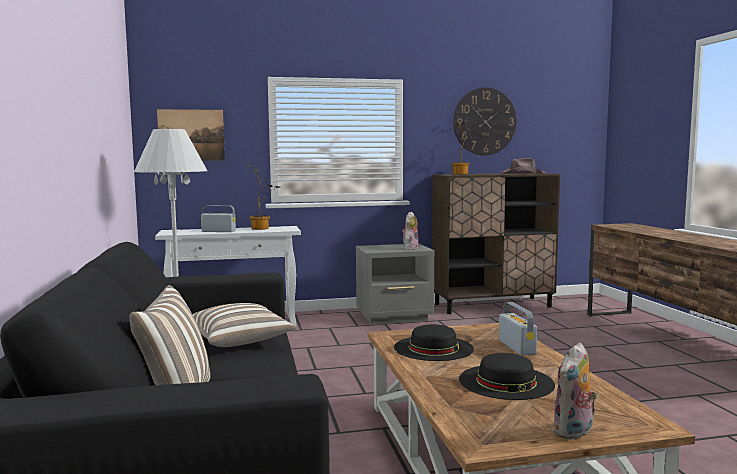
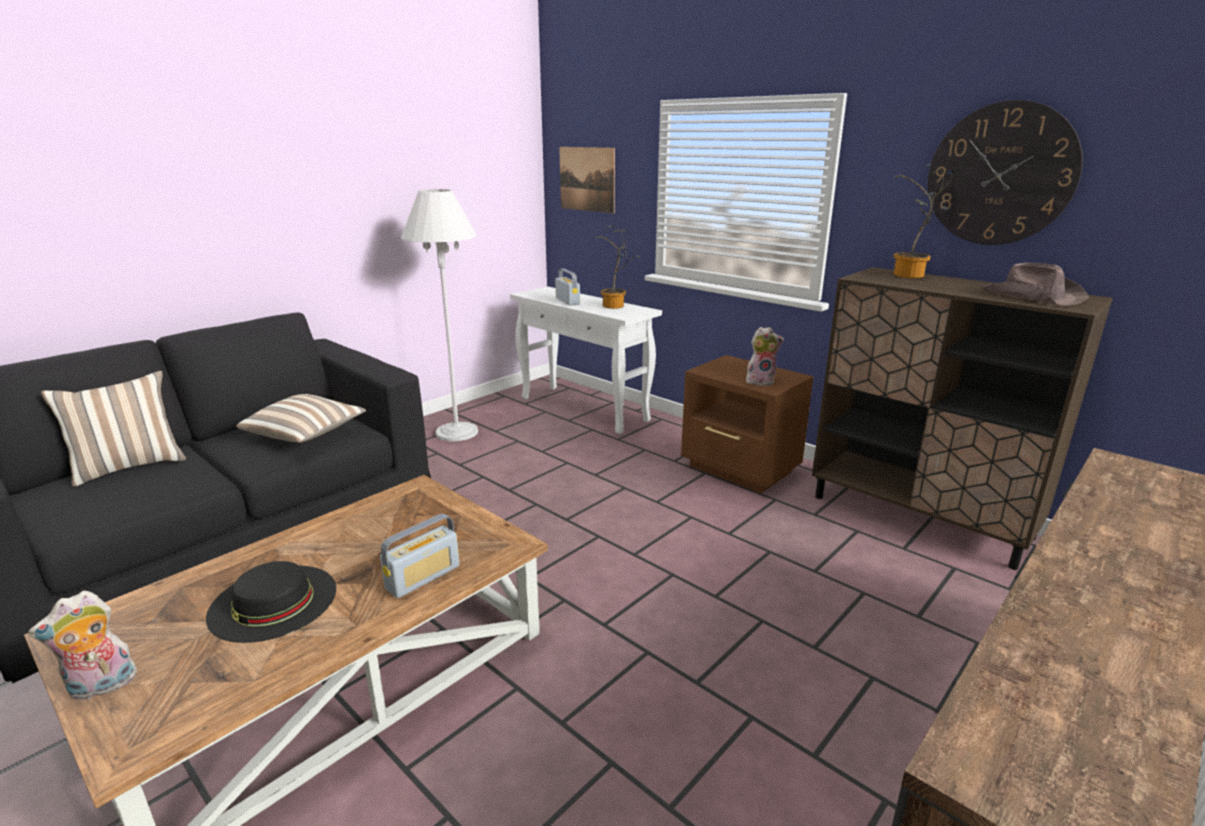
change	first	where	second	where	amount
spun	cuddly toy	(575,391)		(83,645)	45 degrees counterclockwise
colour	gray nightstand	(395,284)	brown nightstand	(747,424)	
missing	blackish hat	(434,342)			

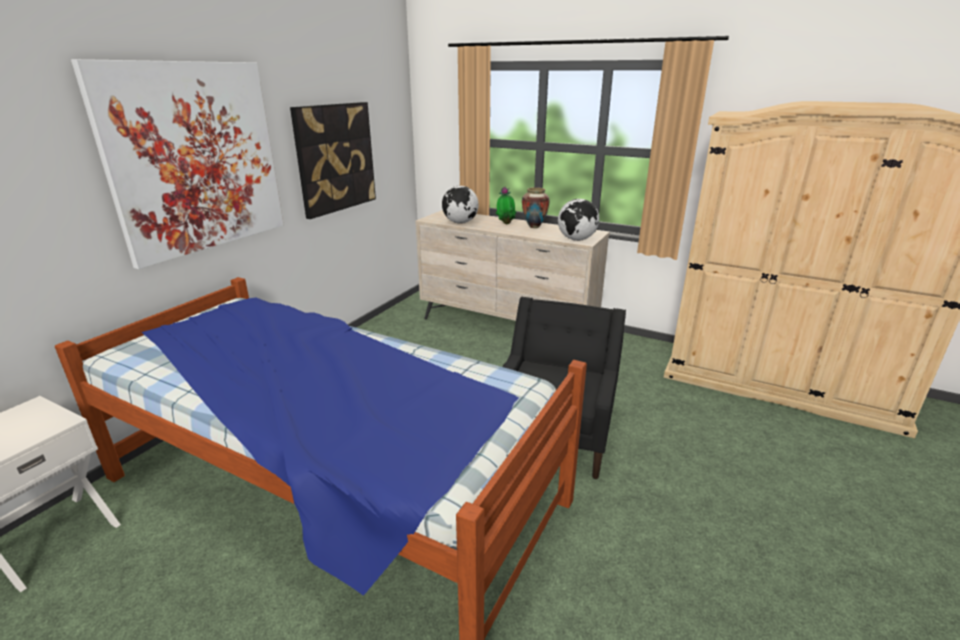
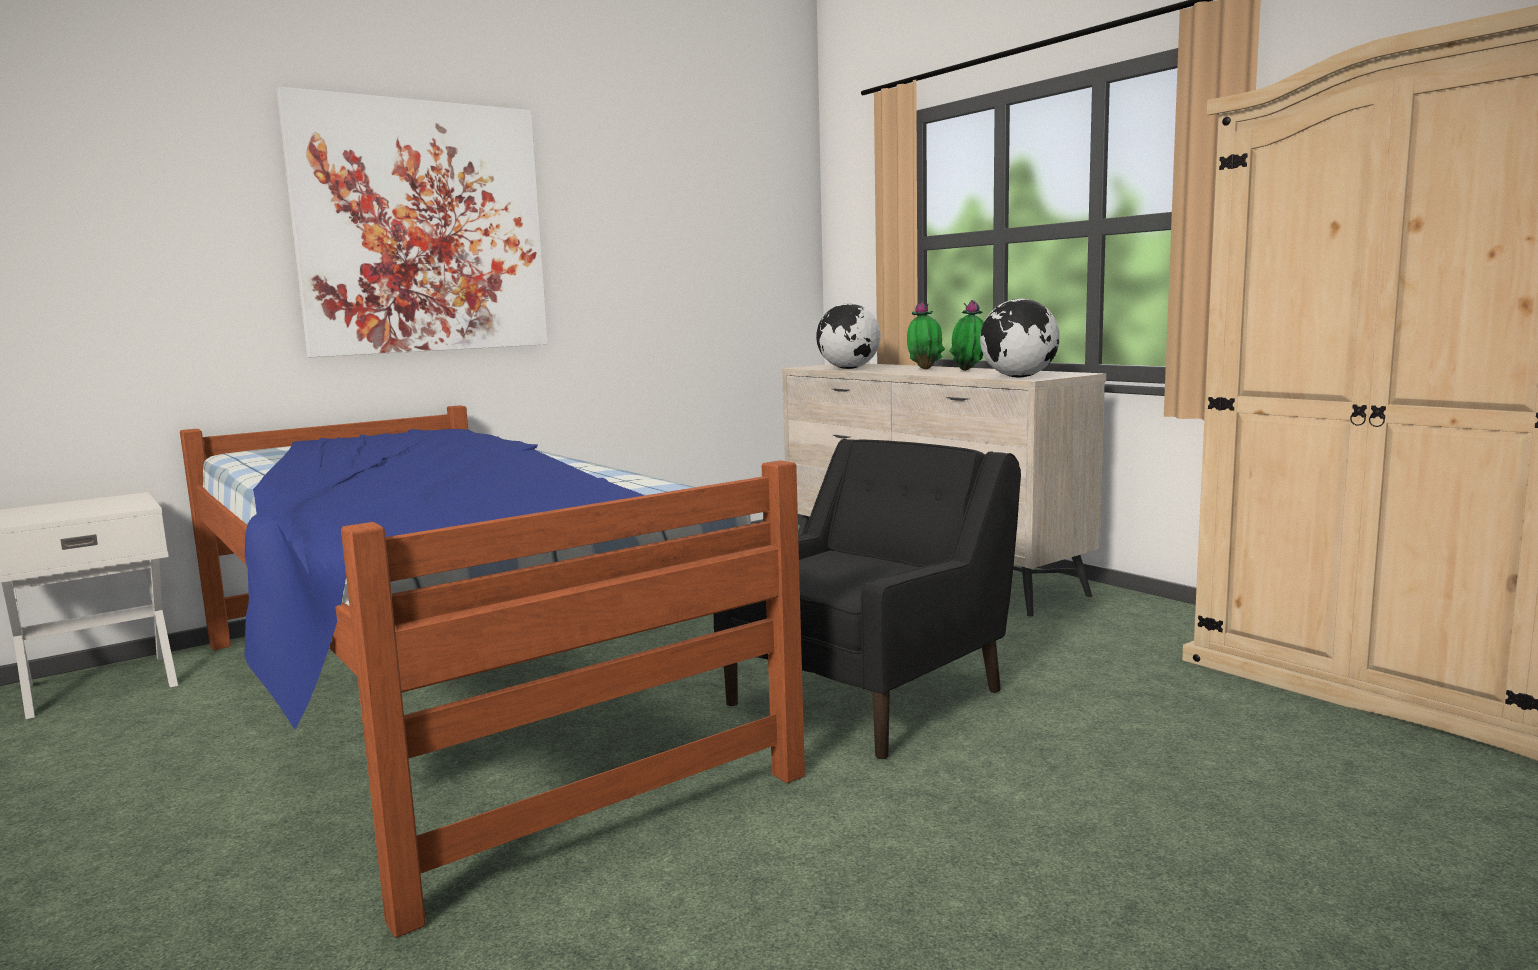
change	first	where	second	where	amount
exchanged	flower vase	(536,207)	potted plant	(967,335)	
missing	picture	(333,160)			

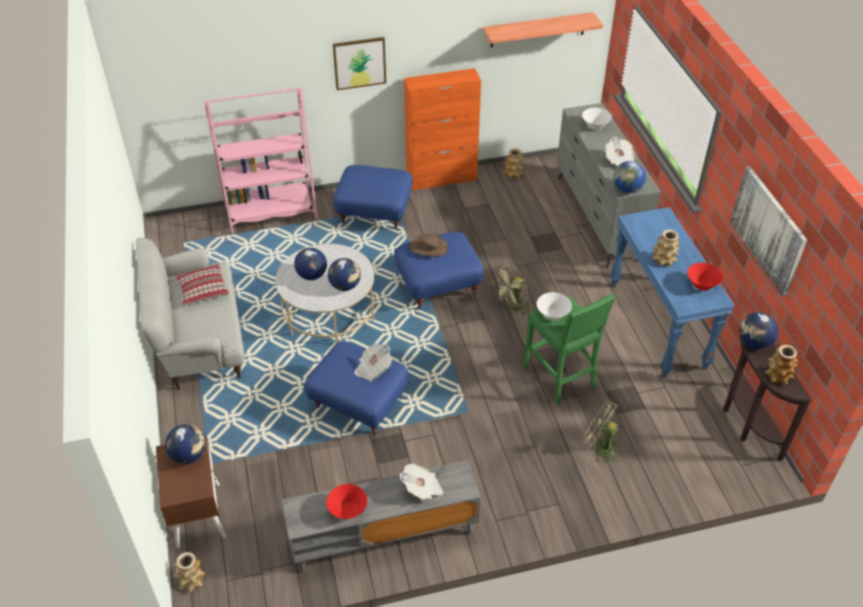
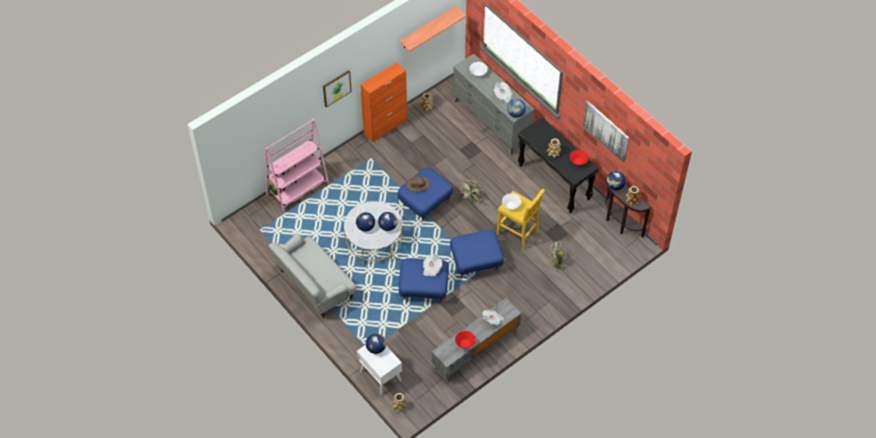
change	first	where	second	where	amount
colour	brown nightstand	(191,492)	white nightstand	(379,370)	
relocated	blue pouffe	(372,197)		(477,253)	
colour	green-coloured sitting stool	(569,349)	yellowish sitting stool	(521,219)	
colour	blue hall table	(672,292)	blackish hall table	(558,165)	
missing	cushion	(202,285)			

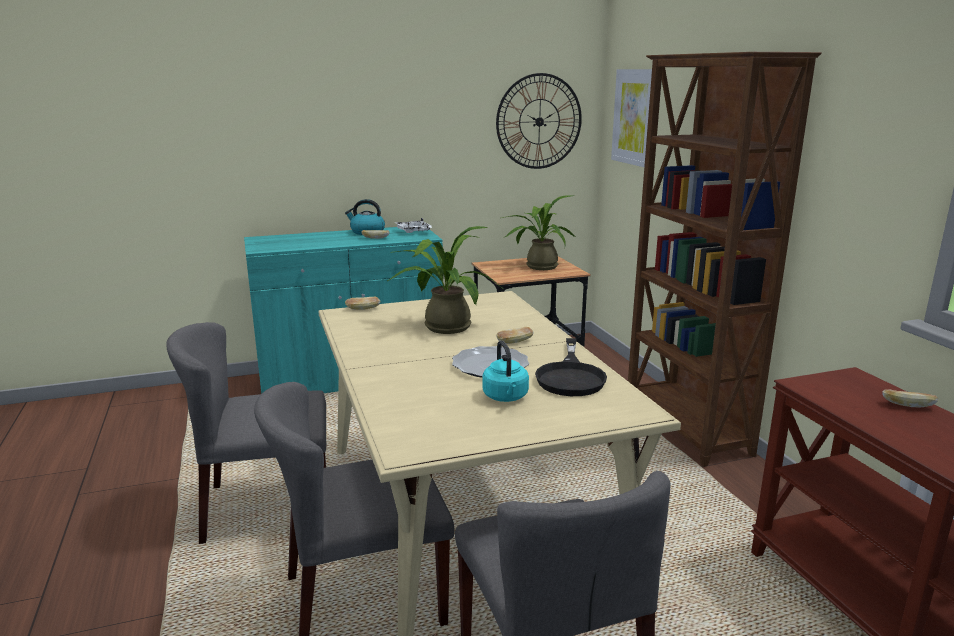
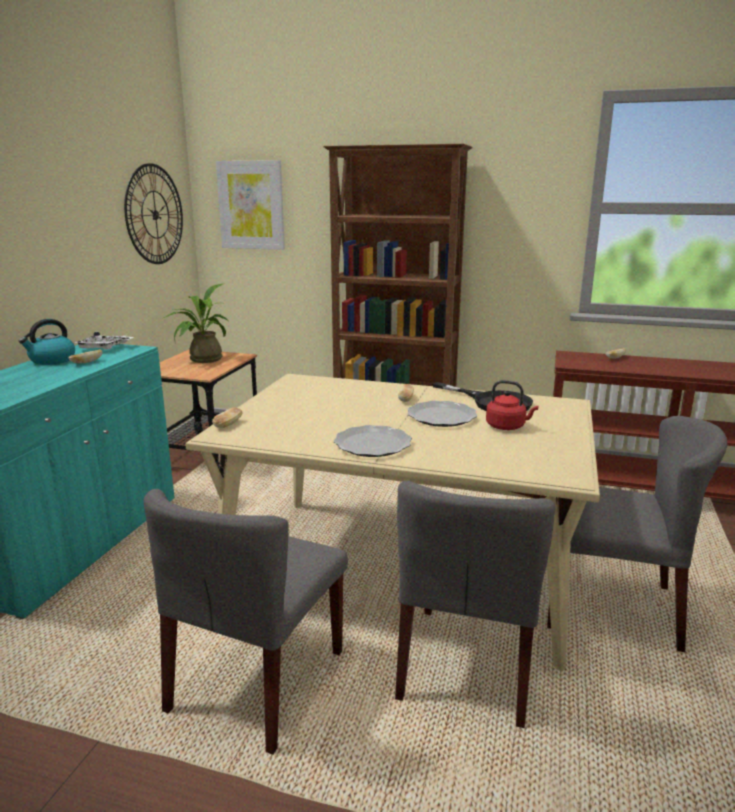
change	first	where	second	where	amount
appeared			flat dish	(373,441)	
colour	turquoise-coloured water kettle	(505,371)	red water kettle	(512,405)	
missing	potted plant	(444,280)			

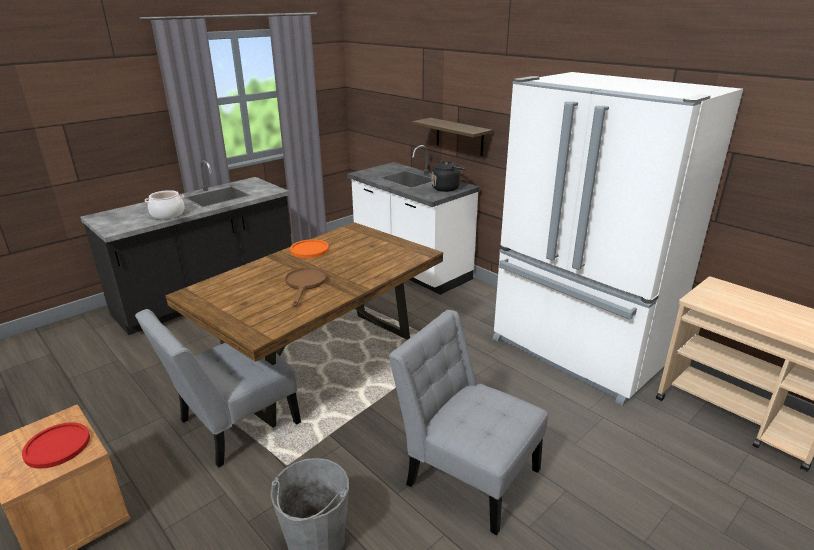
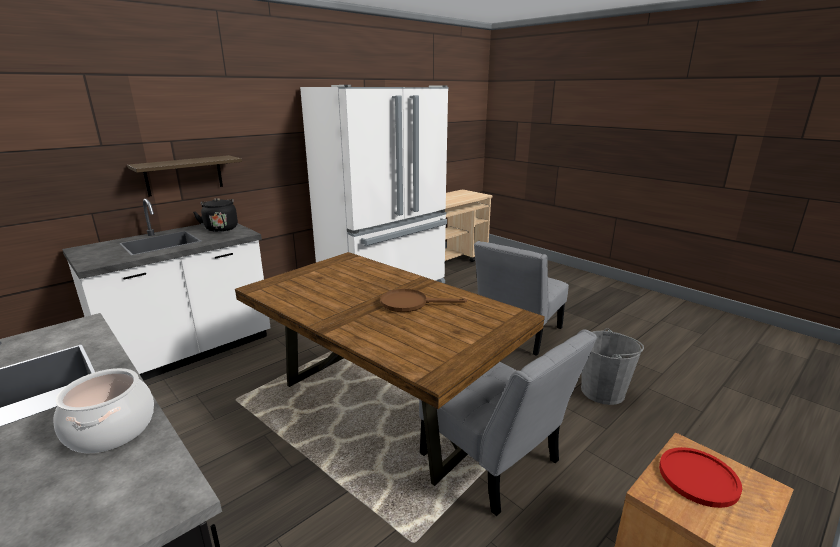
change	first	where	second	where	amount
missing	orangey flat dish	(309,248)			

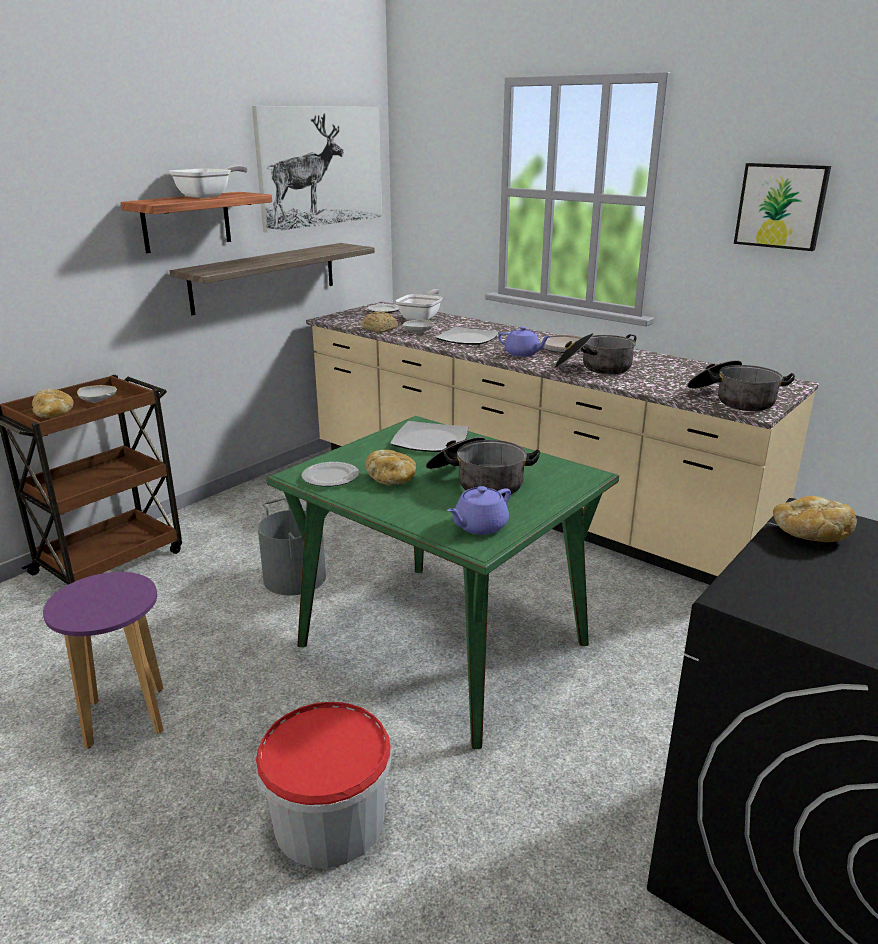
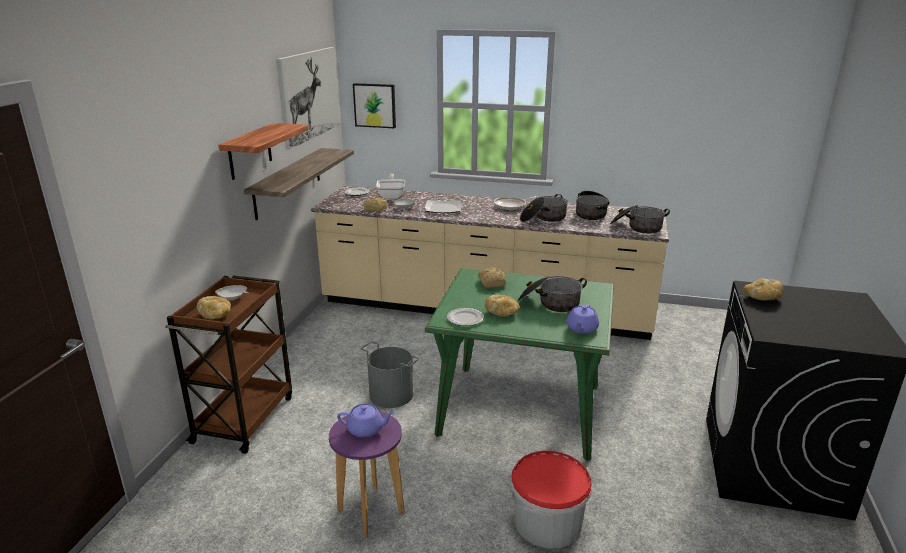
change	first	where	second	where	amount
relocated	purple tea pot	(524,342)		(366,421)	
relocated	picture	(782,207)		(374,105)	
exchanged	flat dish	(429,436)	bread	(492,277)	
appeared			cooking pot	(593,205)	
missing	frying pan	(208,182)			

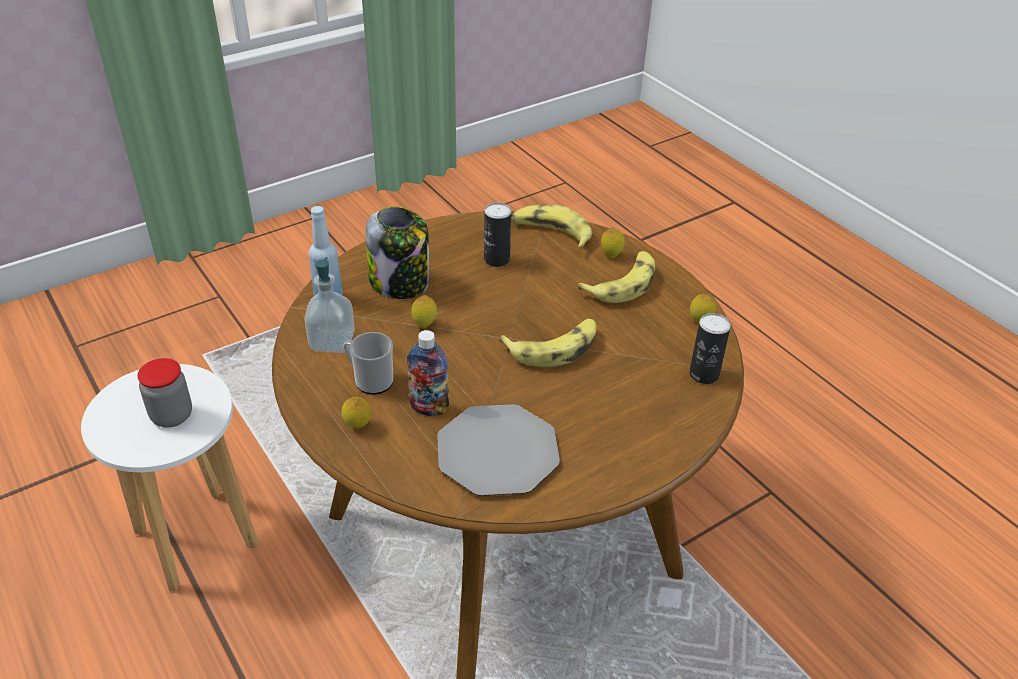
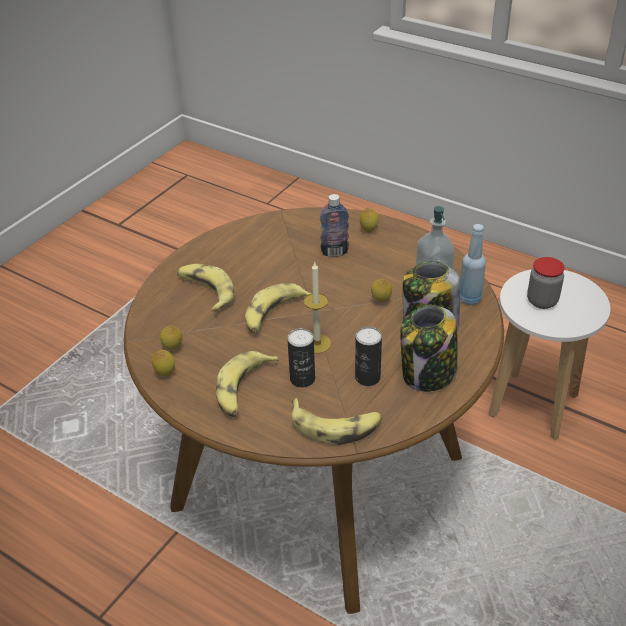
change	first	where	second	where	amount
relocated	whole lemon	(613,242)		(171,338)	
appeared			banana fruit	(206,288)	
relocated	sealed can	(710,348)		(301,358)	
appeared			wax candle	(317,308)	
appeared			preserve jar	(429,348)	
missing	mug	(368,363)			
missing	flat dish	(498,450)			

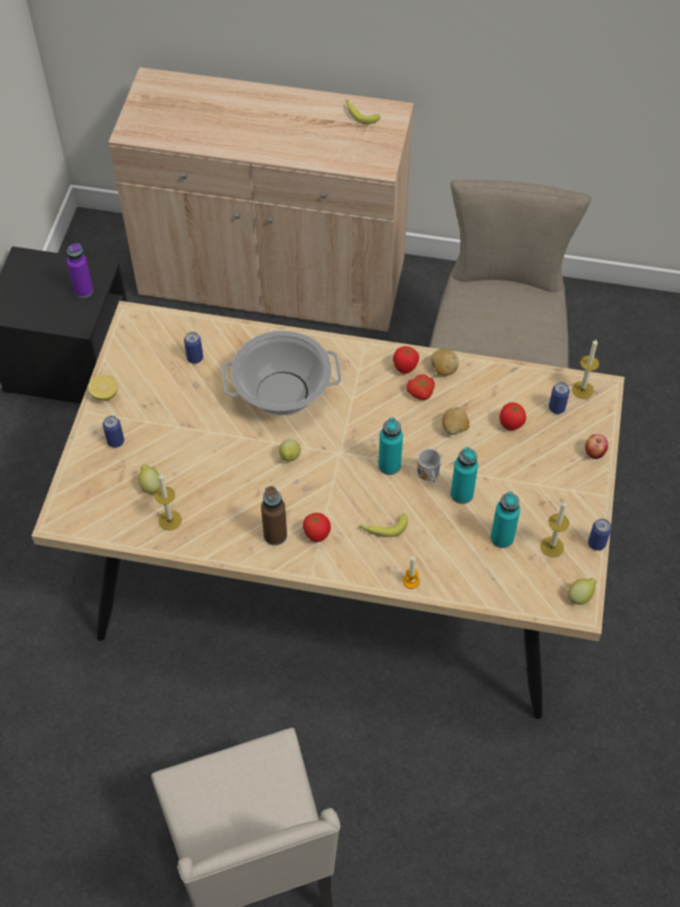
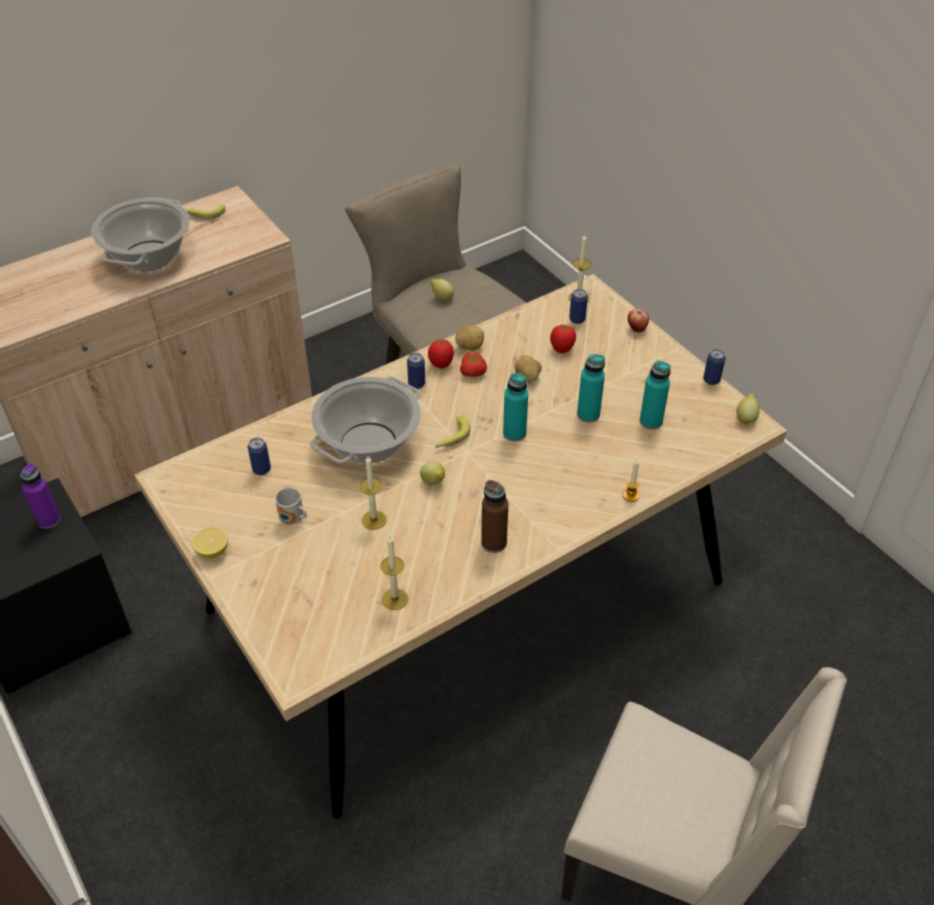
change	first	where	second	where	amount
appeared			cooking pot	(140,234)	
relocated	mug	(429,465)		(291,506)	
relocated	wax candle	(554,529)		(373,493)	
relocated	sealed can	(113,431)		(416,371)	
relocated	whole lemon	(149,479)		(442,290)	
relocated	banana fruit	(383,525)		(452,432)	
missing	fresh tomato	(317,527)			

